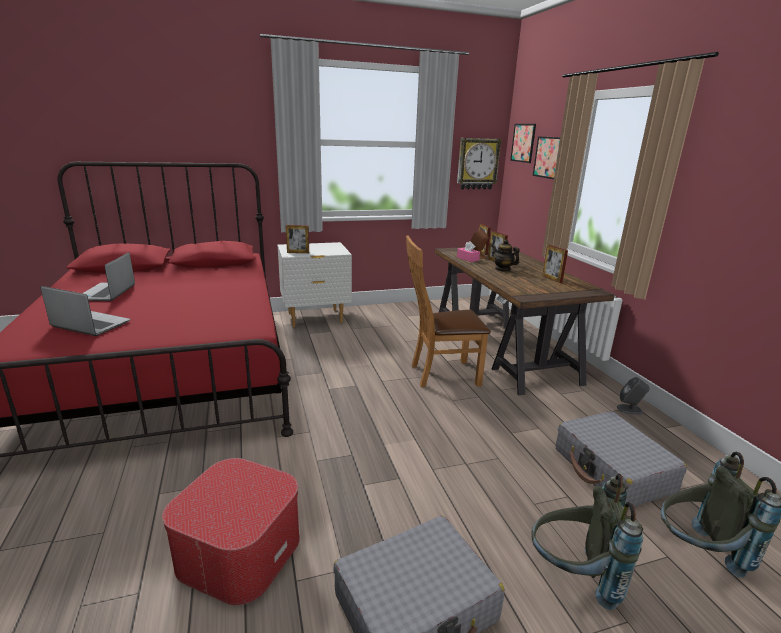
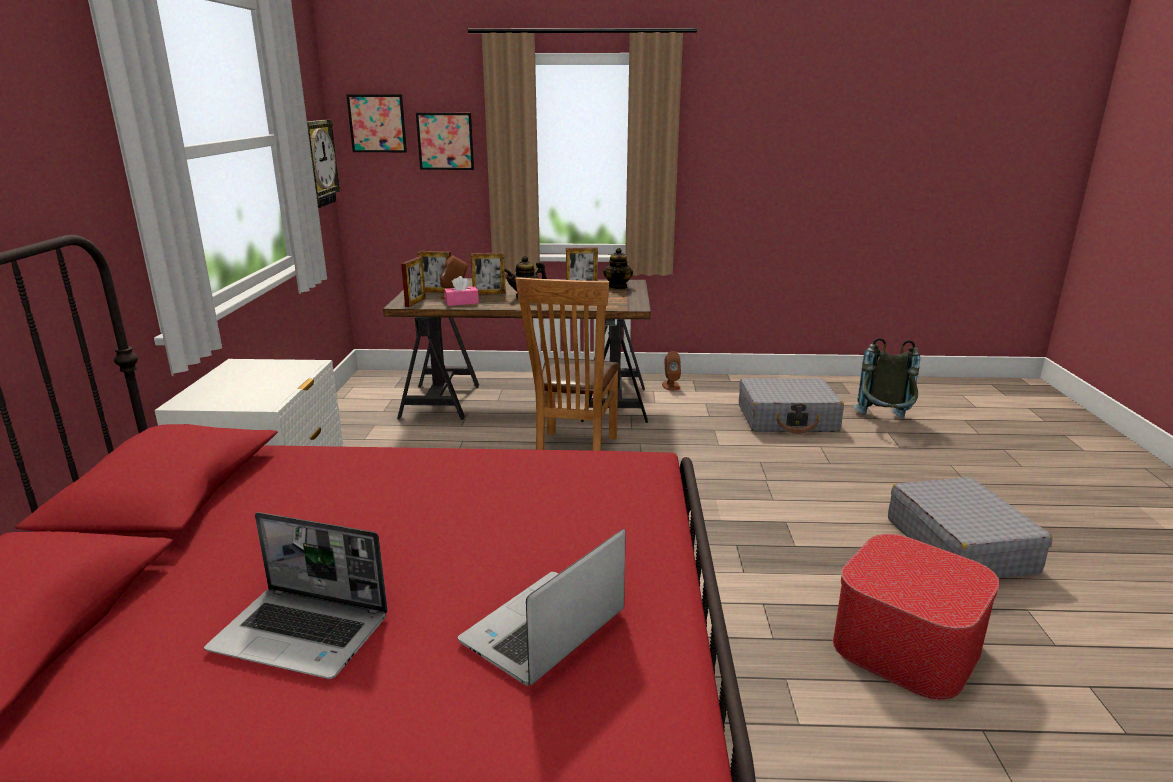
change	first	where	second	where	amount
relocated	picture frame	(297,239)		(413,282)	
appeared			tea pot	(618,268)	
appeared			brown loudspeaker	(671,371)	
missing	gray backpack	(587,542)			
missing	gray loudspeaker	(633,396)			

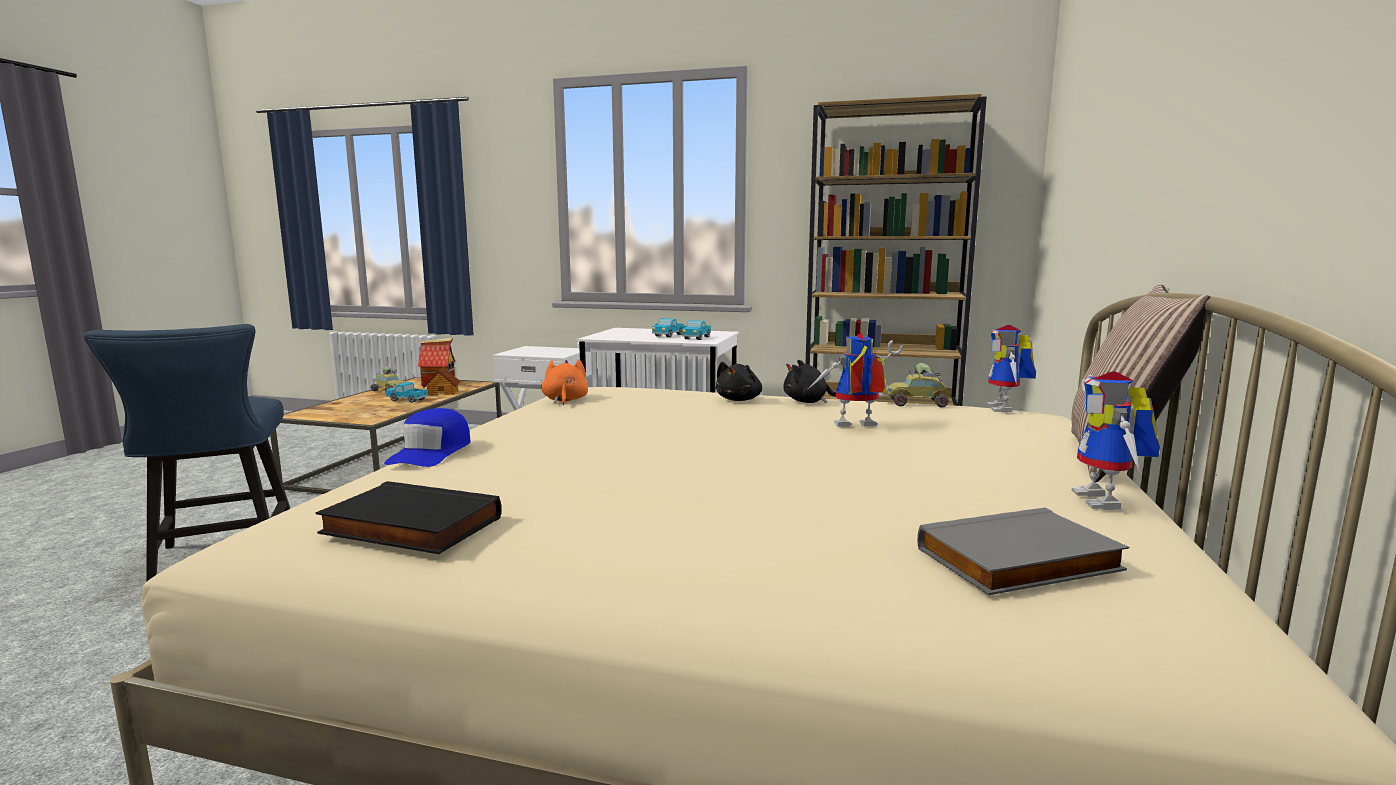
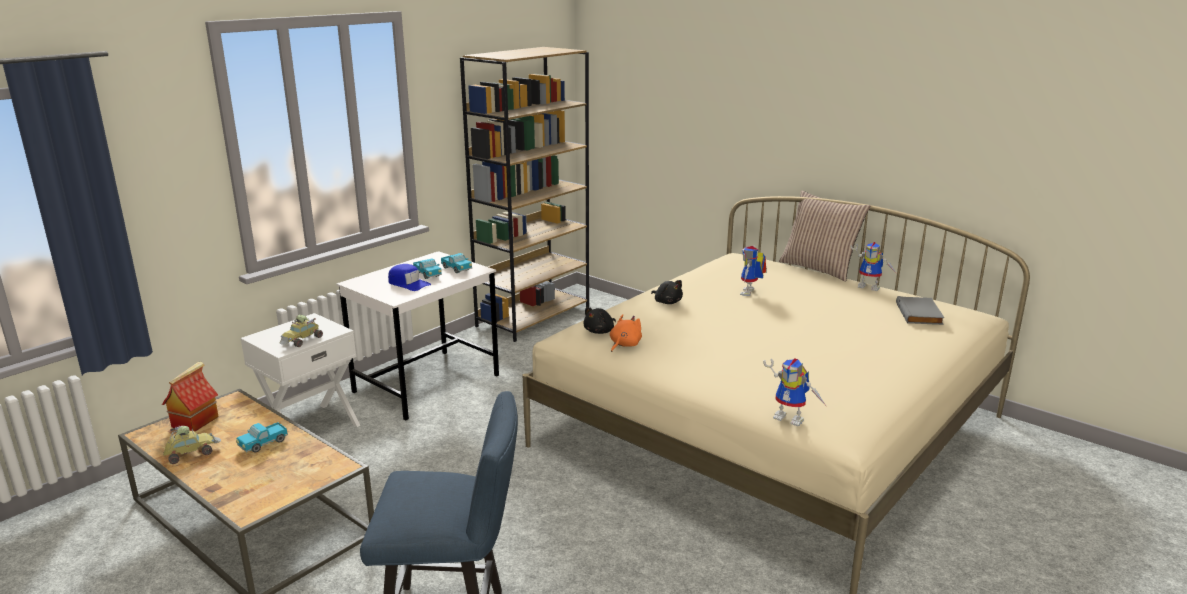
change	first	where	second	where	amount
relocated	miniature car	(914,385)		(301,331)	
relocated	blue baseball cap	(427,437)		(409,277)	
relocated	blackish cuddly toy	(809,381)		(599,320)	
spun	orangey cuddly toy	(564,382)		(626,333)	105 degrees clockwise
relocated	robot figure	(1011,368)		(794,392)	
missing	blackish bound book	(408,517)			
missing	miniature house	(442,381)			

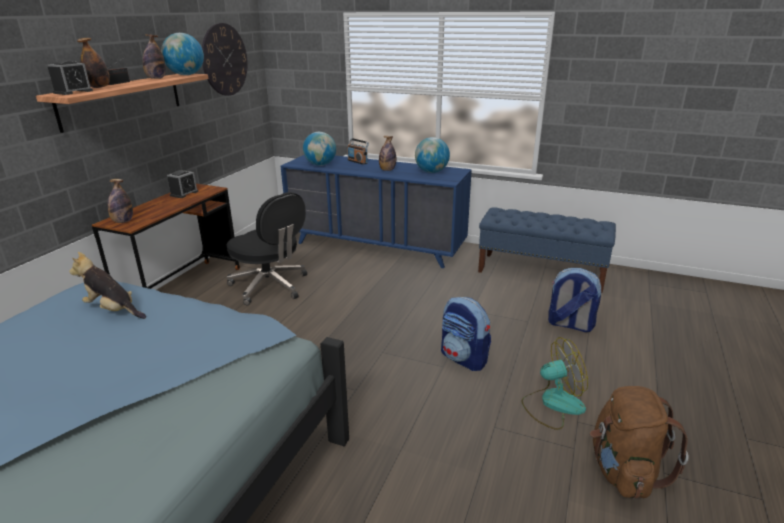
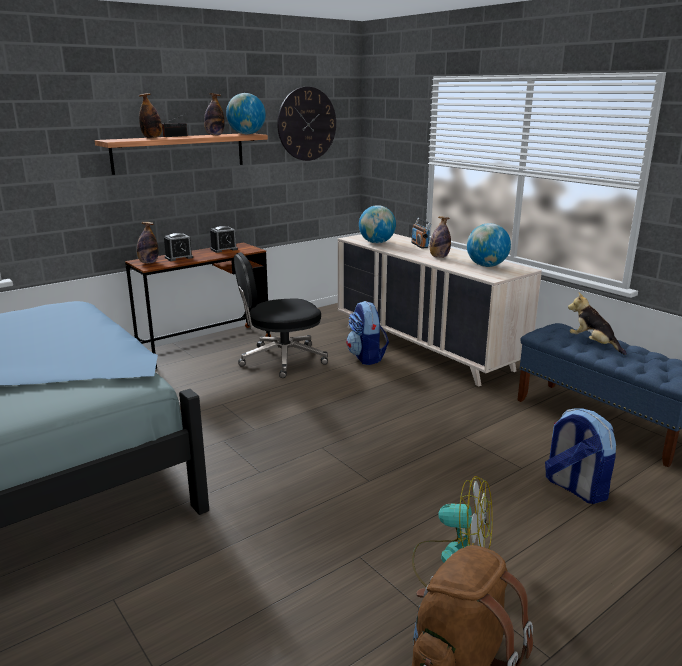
change	first	where	second	where	amount
relocated	alarm clock	(70,78)		(178,247)	
spun	blackish computer chair	(267,248)		(281,315)	90 degrees clockwise
colour	blue drawer chest	(376,211)	beige-coloured drawer chest	(440,310)	
relocated	backpack	(466,334)		(367,333)	
relocated	cuddly toy	(107,285)		(597,323)	

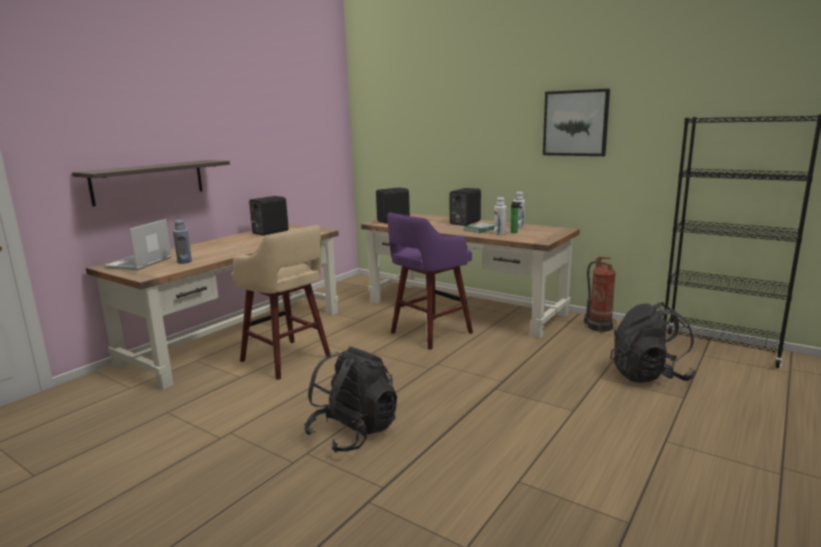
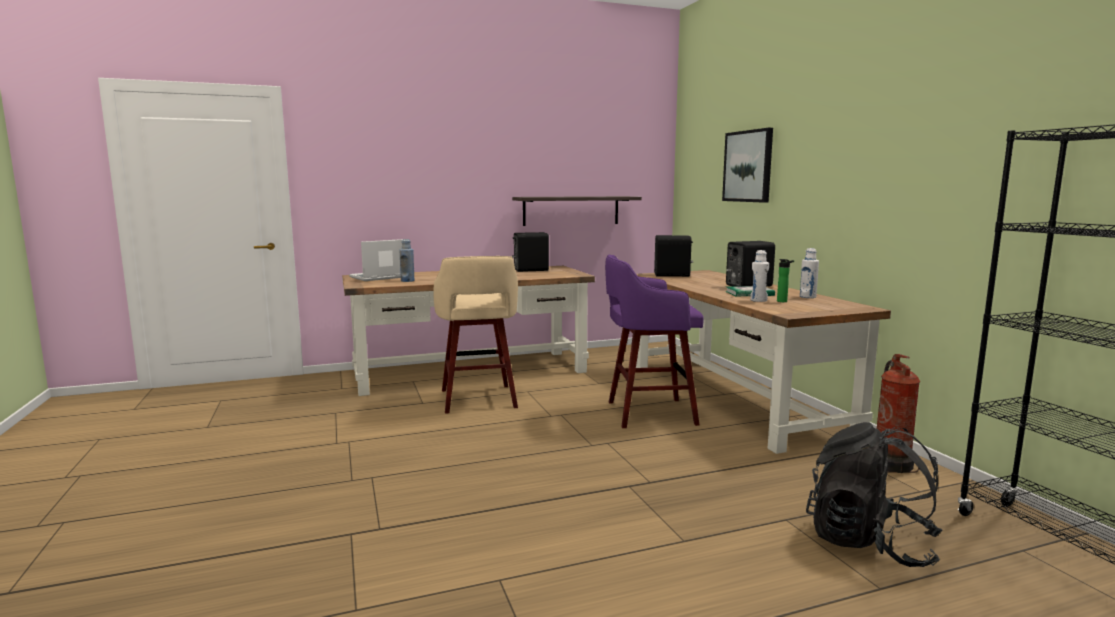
change	first	where	second	where	amount
relocated	shelf	(151,183)		(577,211)	
relocated	picture	(576,122)		(747,165)	
missing	blackish backpack	(350,399)			

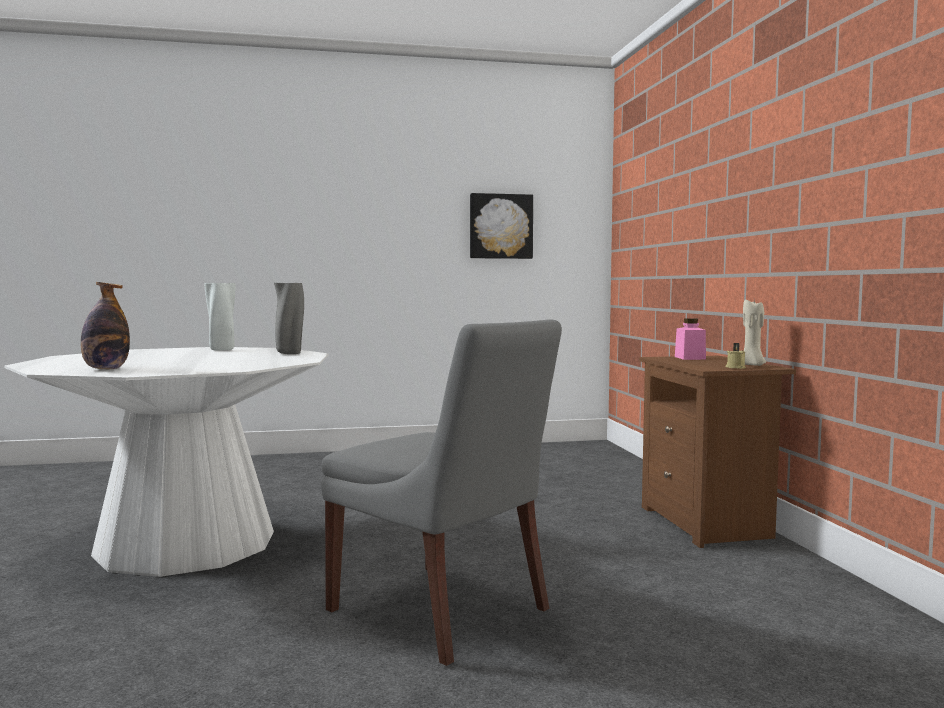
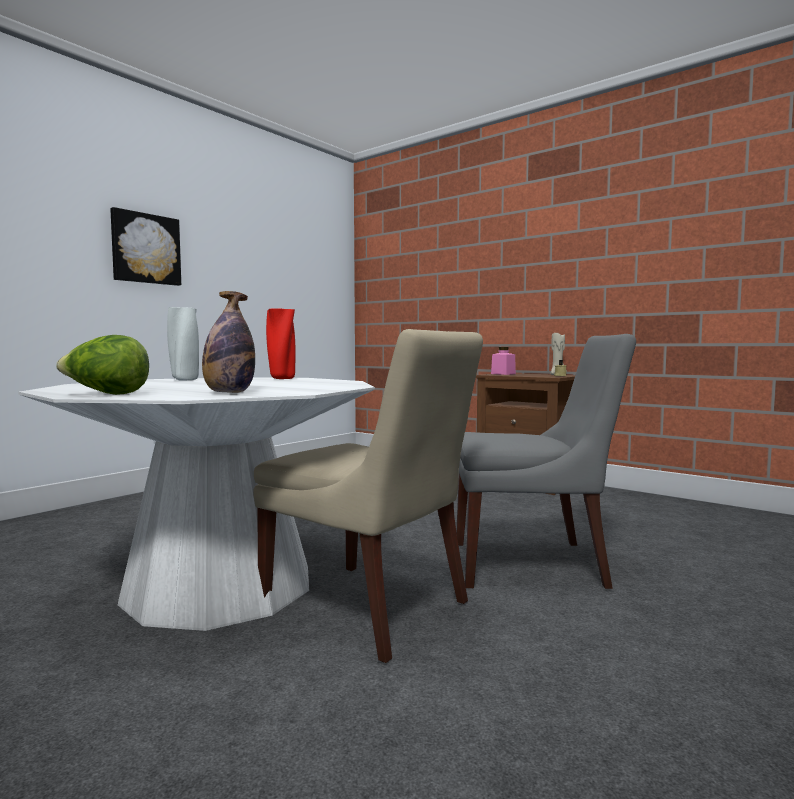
change	first	where	second	where	amount
appeared			lettuce	(102,365)	
relocated	picture	(501,226)		(145,246)	
appeared			beige-coloured plain chair	(368,496)	
colour	gray flower vase	(289,318)	red flower vase	(280,343)	

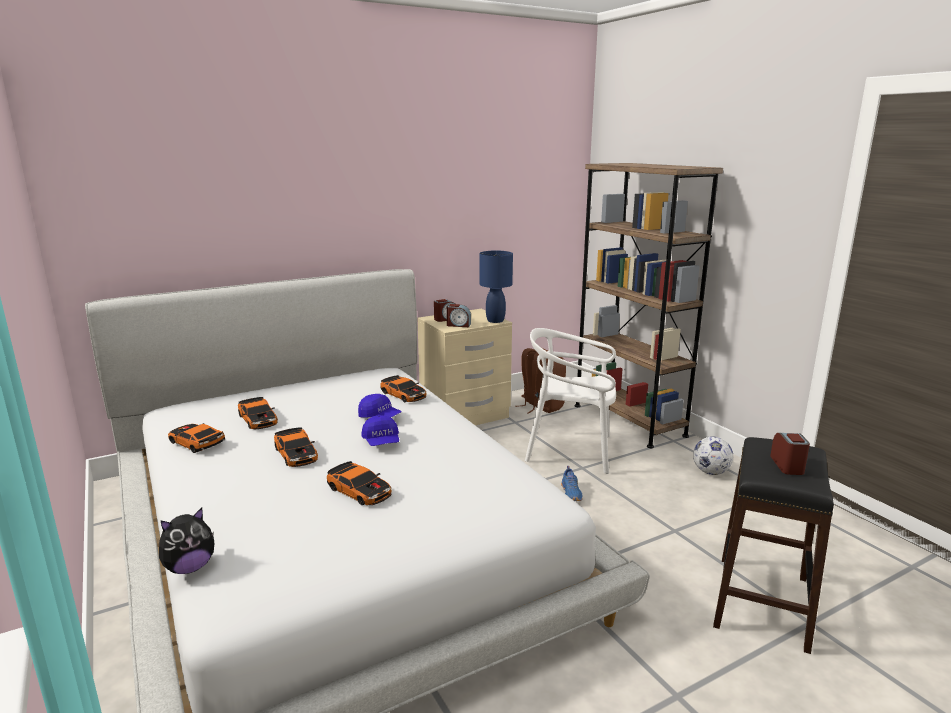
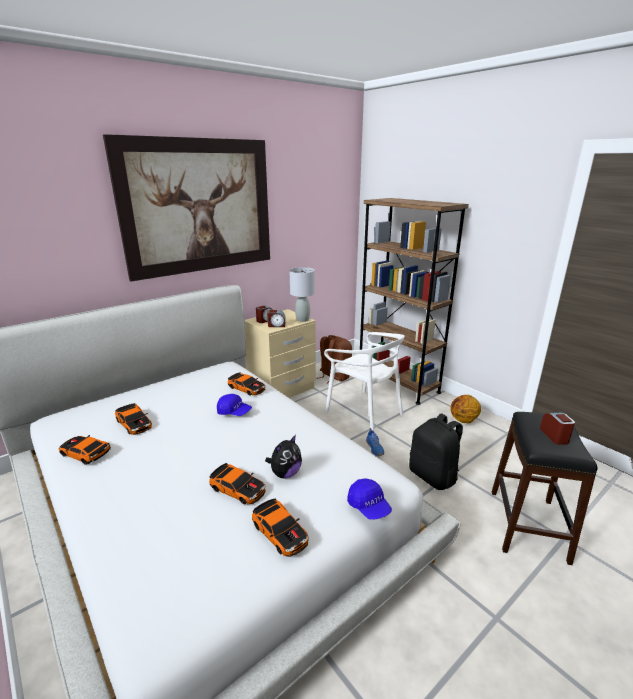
change	first	where	second	where	amount
appeared			picture	(186,207)	
relocated	miniature car	(296,447)		(280,527)	
relocated	cuddly toy	(186,541)		(283,456)	
colour	blue lamp for a table	(496,287)	gray lamp for a table	(302,294)	
spun	white plain chair	(570,401)		(364,381)	135 degrees counterclockwise
relocated	blue baseball cap	(380,430)		(369,499)	
appeared			blackish backpack	(436,451)	
exchanged	football ball	(713,456)	basketball	(465,409)	

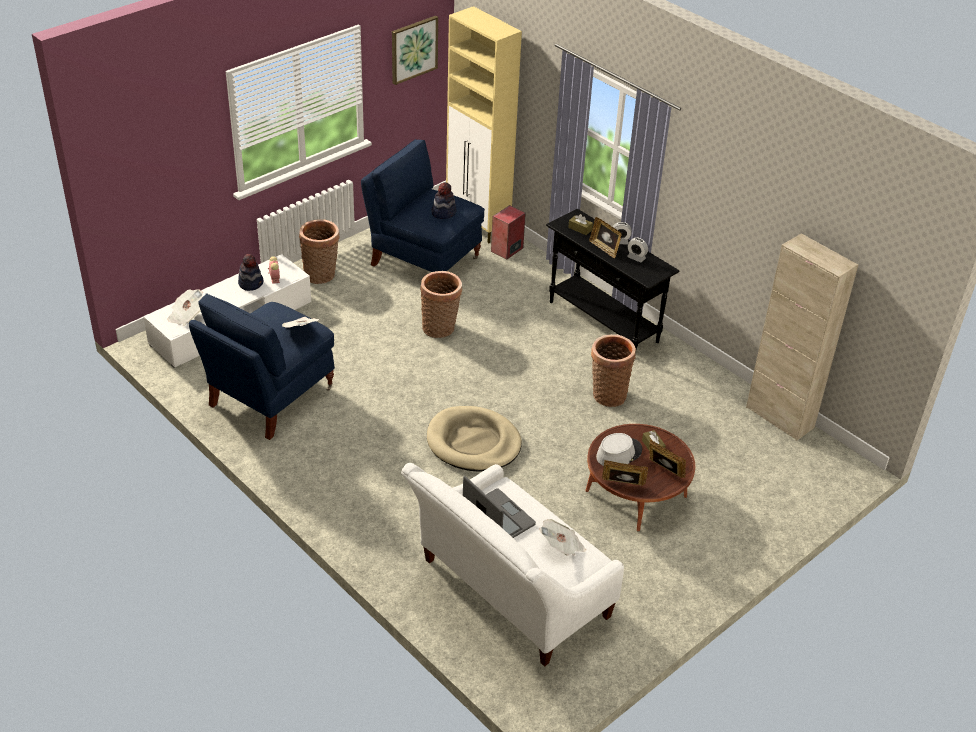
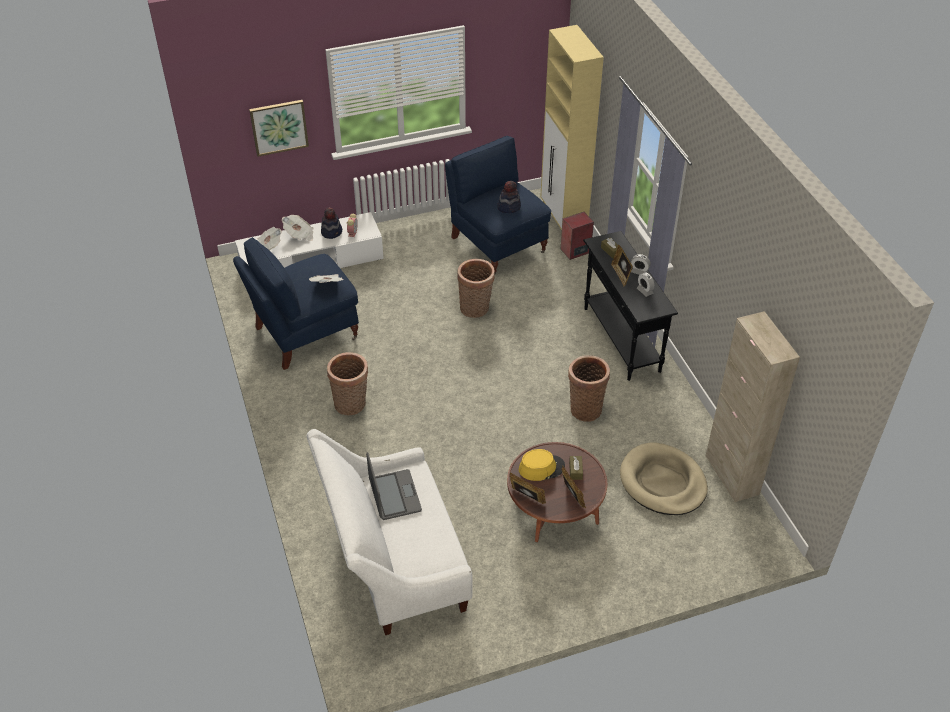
change	first	where	second	where	amount
relocated	picture	(415,50)		(279,128)	
relocated	newspaper	(562,537)		(298,228)	
relocated	storage basket	(319,251)		(347,384)	
colour	gray hat	(619,449)	yellowish hat	(542,465)	
relocated	beige-coloured dog cushion	(474,439)		(664,478)	

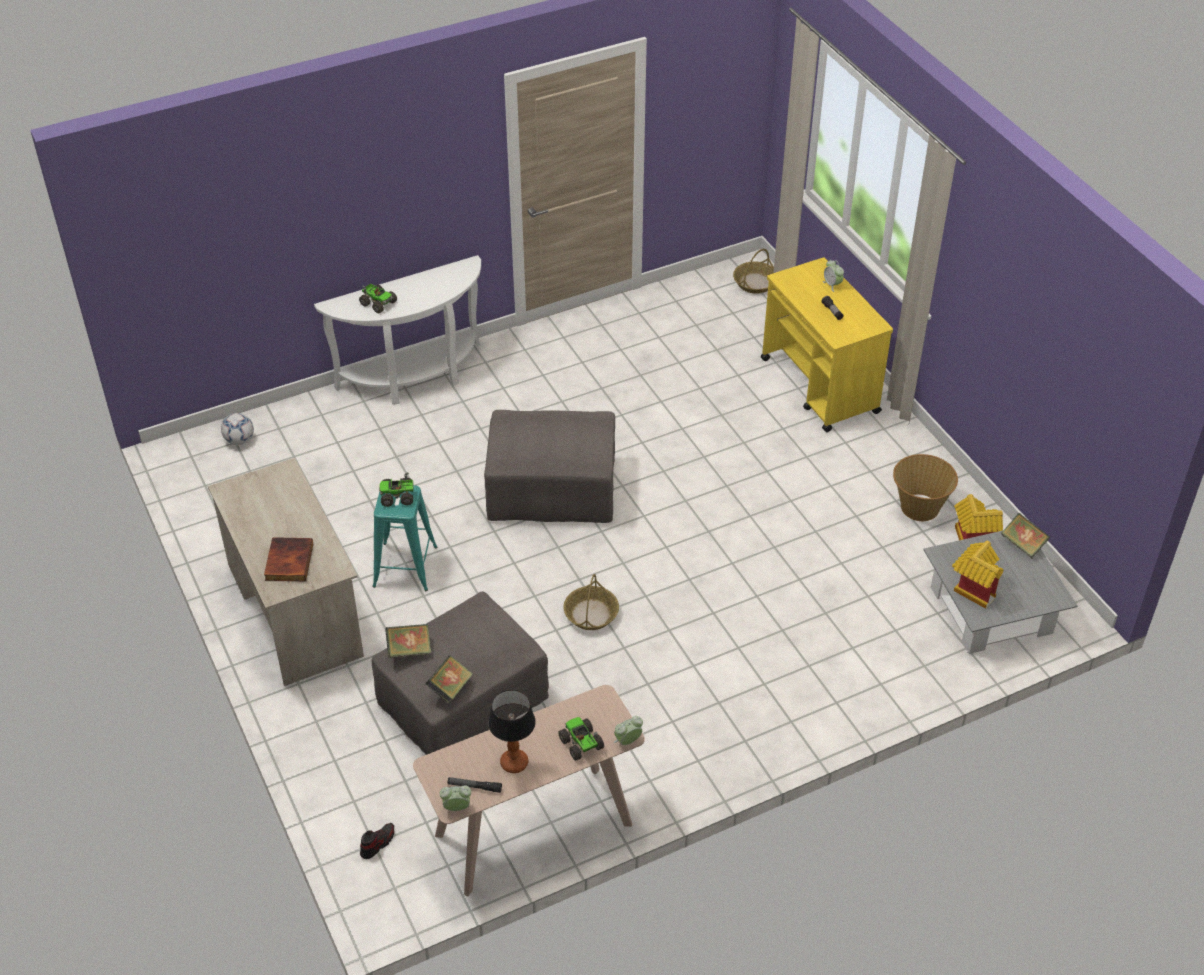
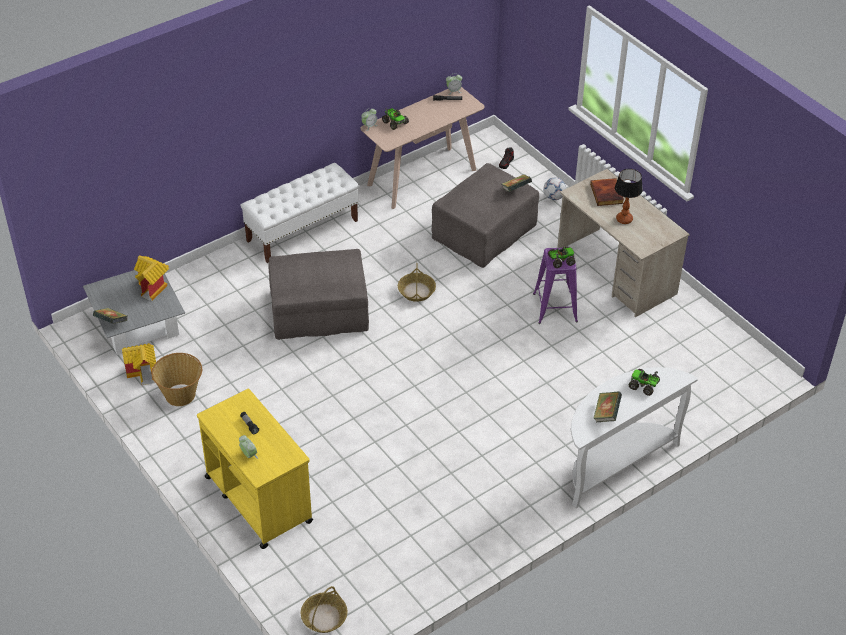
change	first	where	second	where	amount
appeared			white indoor bench	(299,213)	
relocated	gray pouffe	(549,466)		(318,294)	
colour	turquoise-coloured sitting stool	(404,538)	purple sitting stool	(555,286)	
relocated	football ball	(237,429)		(554,188)	
relocated	bound book	(449,679)		(607,406)	
relocated	lamp for a table	(512,731)		(629,196)	

